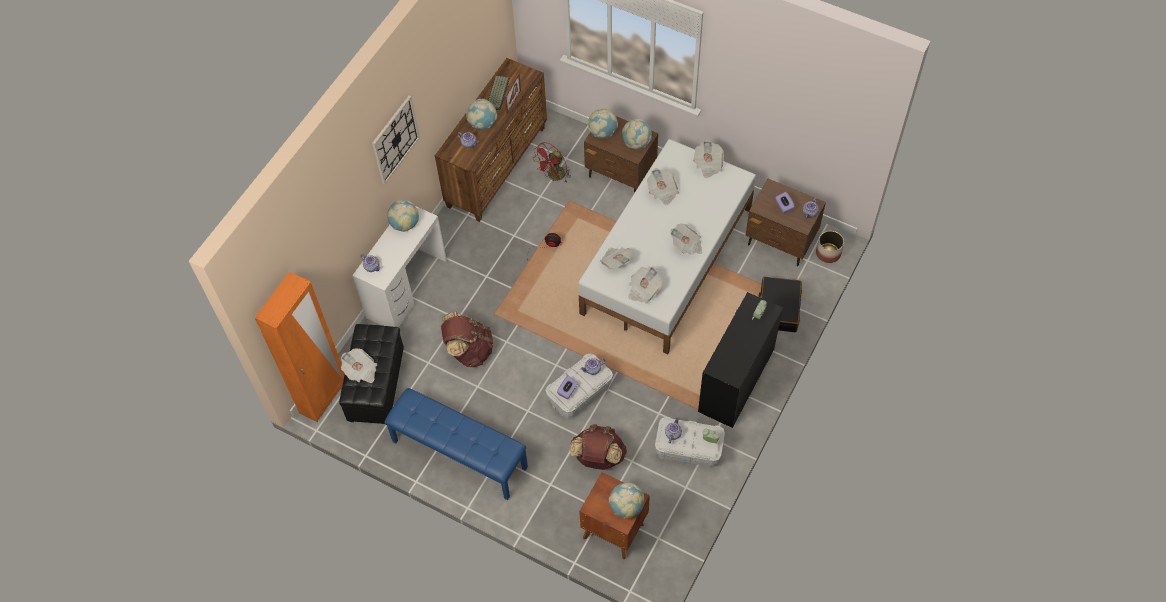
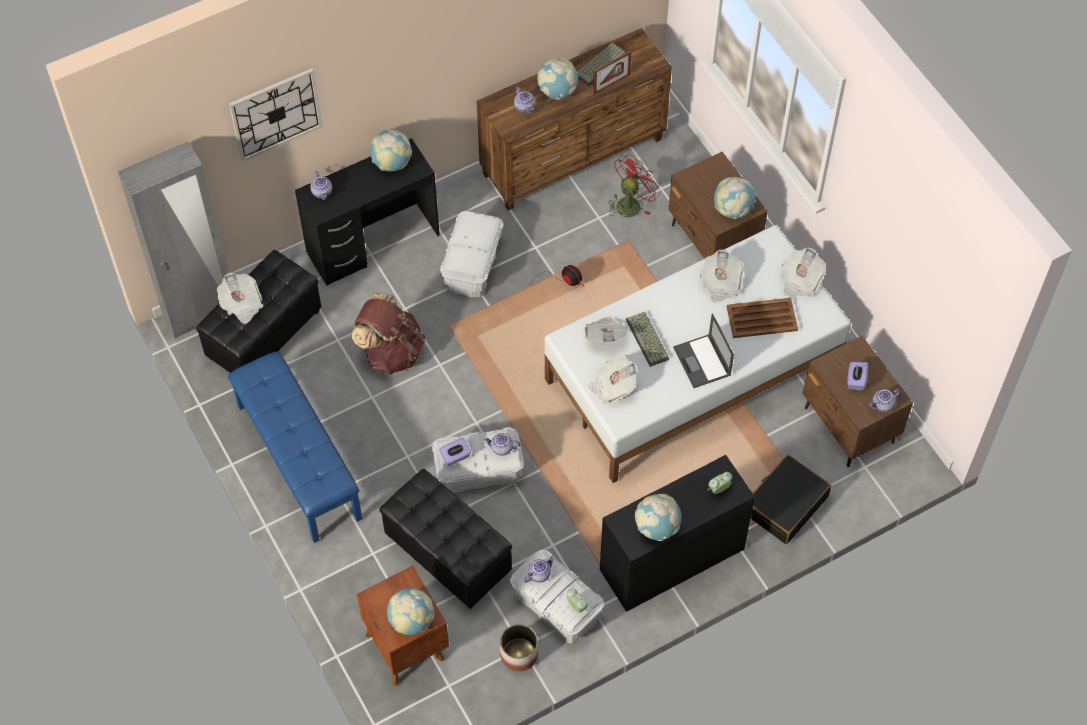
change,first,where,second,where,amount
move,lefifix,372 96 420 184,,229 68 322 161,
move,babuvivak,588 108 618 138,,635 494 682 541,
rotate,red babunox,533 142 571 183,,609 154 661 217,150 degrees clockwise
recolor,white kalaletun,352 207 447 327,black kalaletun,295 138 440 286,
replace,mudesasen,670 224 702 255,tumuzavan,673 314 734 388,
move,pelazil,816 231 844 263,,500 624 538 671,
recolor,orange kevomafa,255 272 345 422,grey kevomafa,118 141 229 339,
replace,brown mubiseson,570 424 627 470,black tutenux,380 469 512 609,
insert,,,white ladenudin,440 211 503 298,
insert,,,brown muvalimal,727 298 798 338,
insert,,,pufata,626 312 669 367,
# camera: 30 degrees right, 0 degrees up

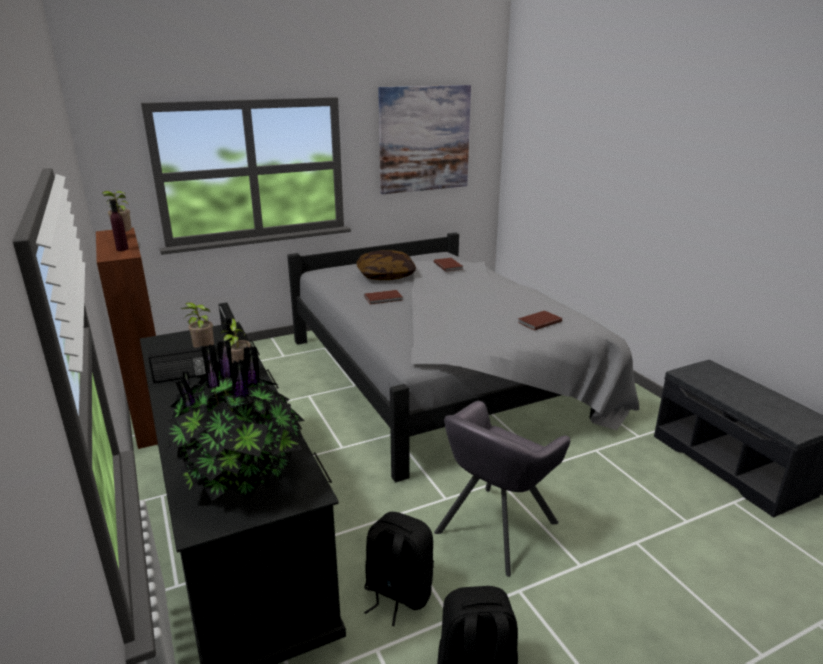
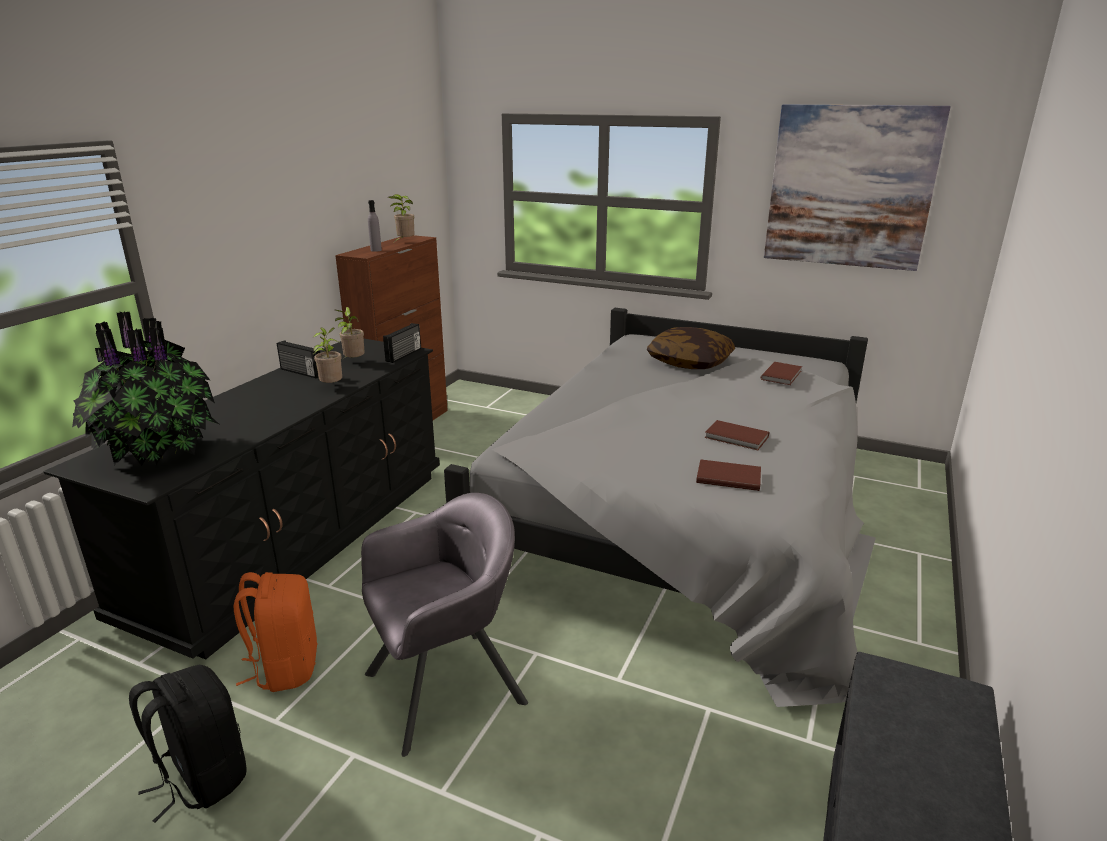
change,first,where,second,where,amount
recolor,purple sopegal,110 199 128 251,grey sopegal,368 200 382 252,
move,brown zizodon,364 290 403 305,,705 420 769 450,
rotate,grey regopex,434 401 571 577,,361 493 528 757,150 degrees clockwise
recolor,black mubiseson,364 512 434 626,orange mubiseson,234 572 317 692,
# camera: 50 degrees right, 0 degrees up

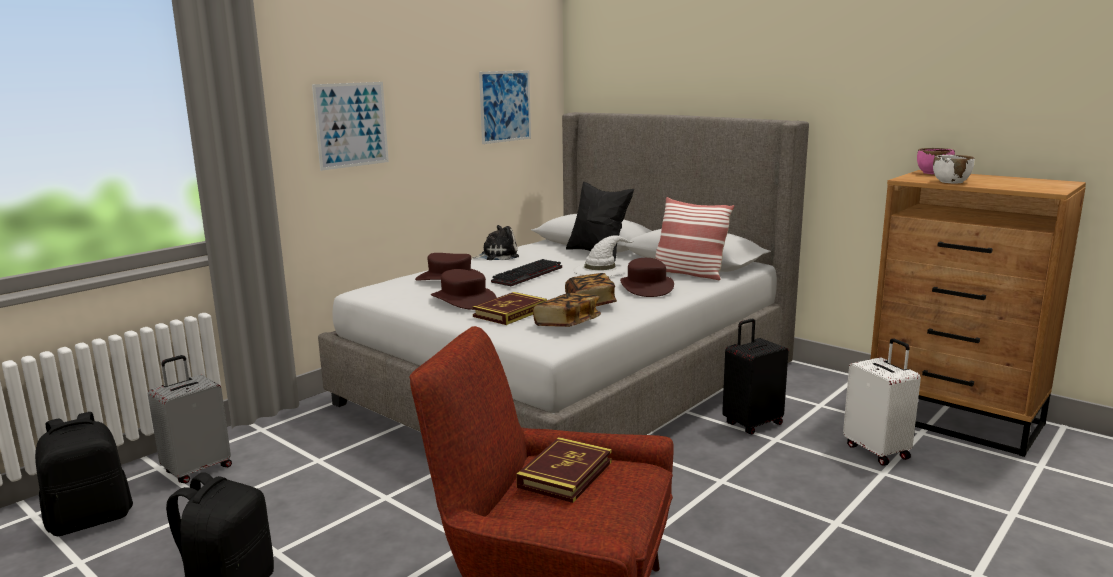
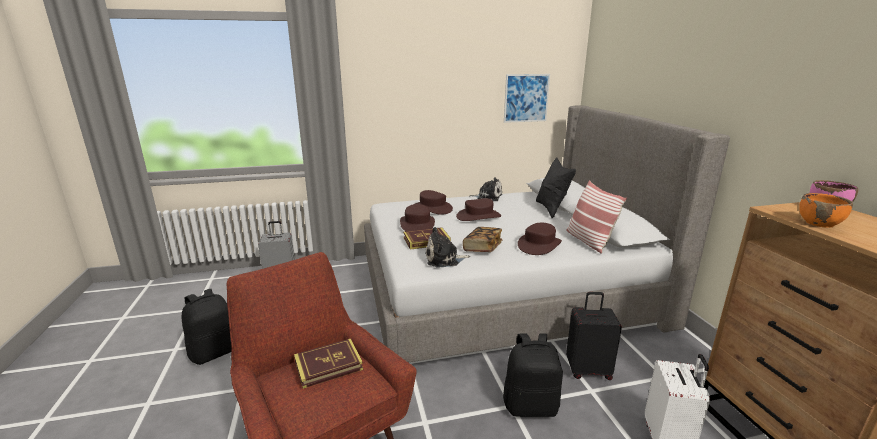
change,first,where,second,where,amount
delete,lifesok,312 82 389 171,,,
recolor,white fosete,933 155 974 183,orange fosete,799 193 853 228,
delete,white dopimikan,573 235 634 276,,,
replace,pufata,491 259 562 286,brown dopimikan,456 198 501 221,
replace,zizodon,533 293 601 327,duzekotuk,425 227 470 267,
move,black mubiseson,35 412 133 536,,503 333 563 417,
# camera: 35 degrees right, 5 degrees up

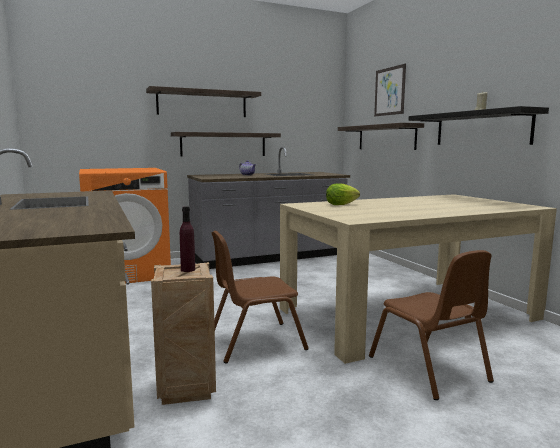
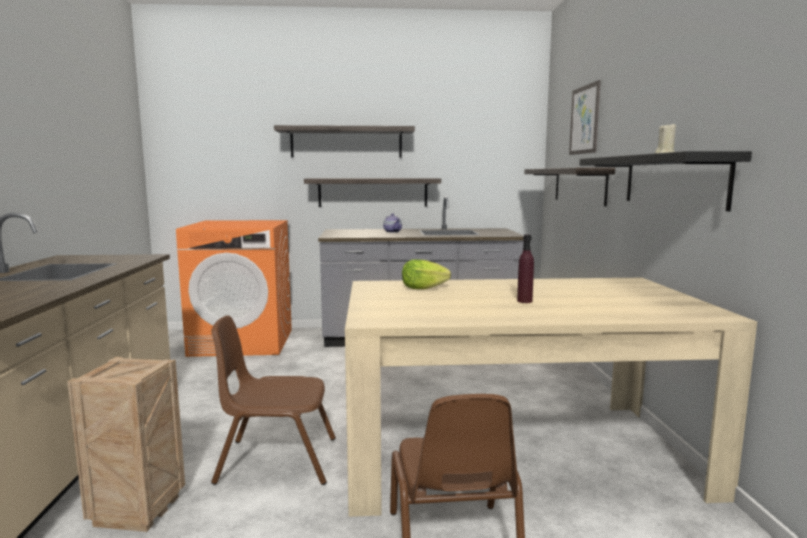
change,first,where,second,where,amount
move,purple sopegal,180 206 195 272,,517 235 534 303,
# camera: 20 degrees right, 0 degrees up

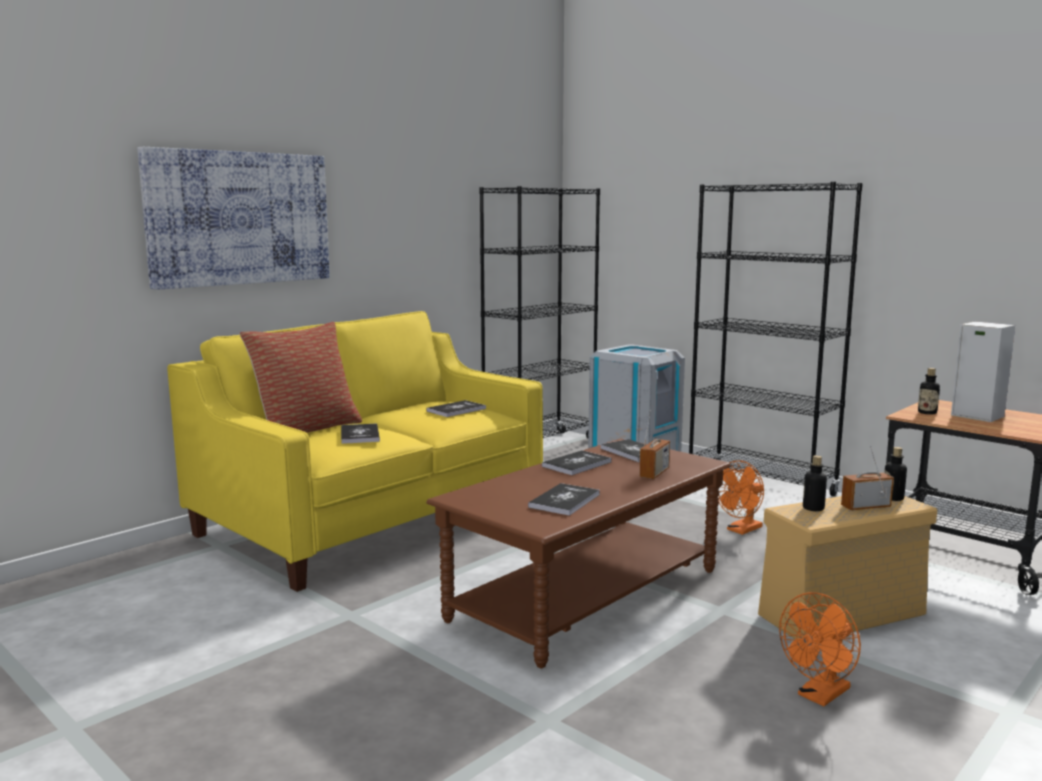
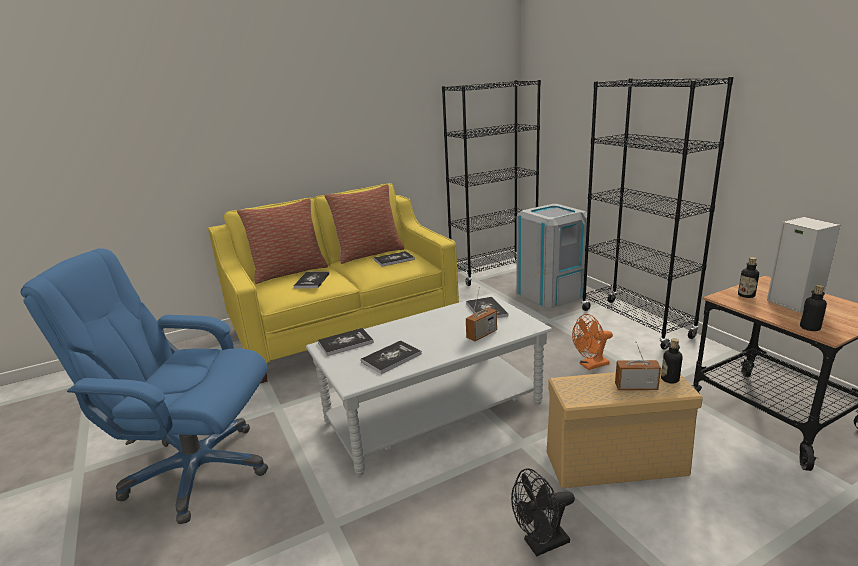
change,first,where,second,where,amount
delete,lifesok,137 147 330 290,,,
recolor,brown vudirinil,426 439 731 668,grey vudirinil,306 294 552 476,
move,zizodon,542 450 612 475,,318 328 374 356,
move,sopegal,803 455 827 511,,800 285 827 331,
recolor,orange babunox,779 592 861 706,black babunox,511 468 575 556,
insert,,,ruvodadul,324 185 404 264,
insert,,,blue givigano,21 248 268 524,
# camera: 20 degrees right, 10 degrees up

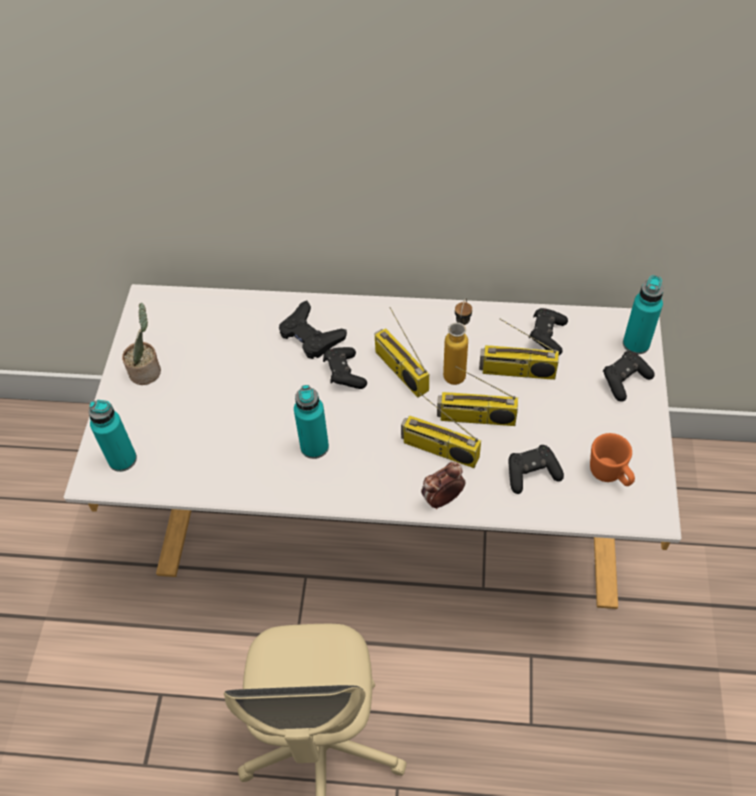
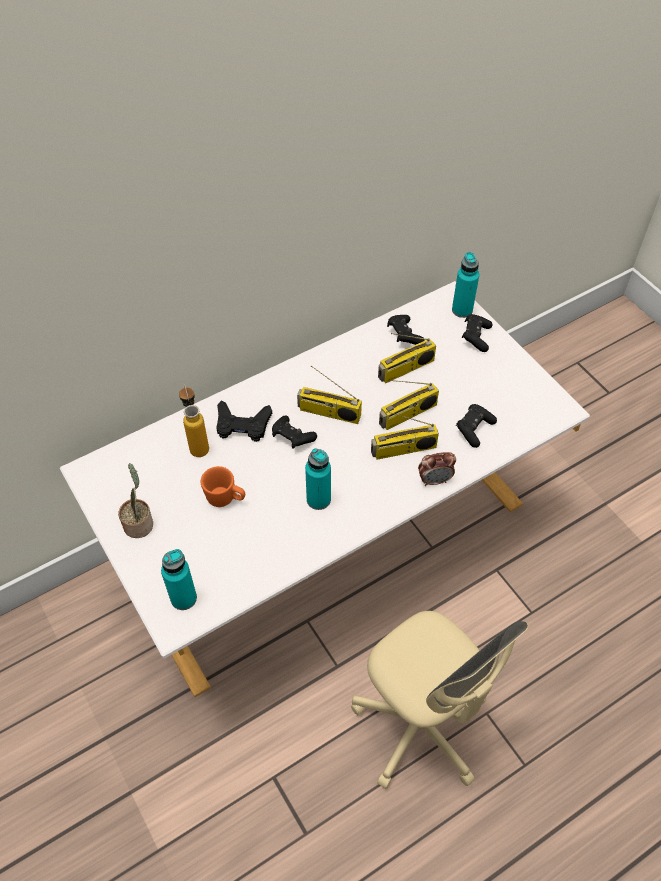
change,first,where,second,where,amount
move,sopegal,443 298 472 385,,179 384 209 457,
move,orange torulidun,590 433 635 486,,201 466 245 507,
rotate,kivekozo,421 462 466 509,,418 452 456 486,120 degrees counterclockwise
# camera: 40 degrees left, 0 degrees up

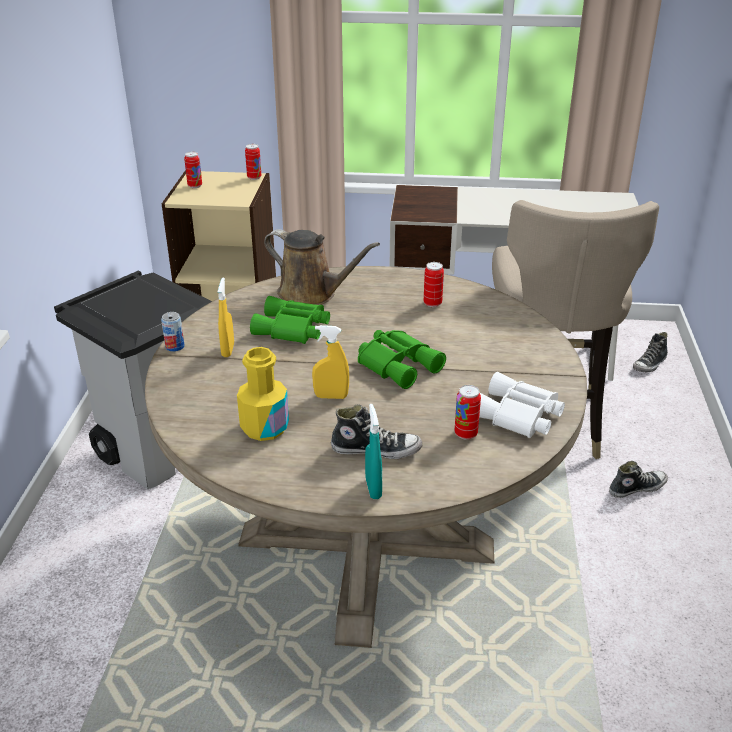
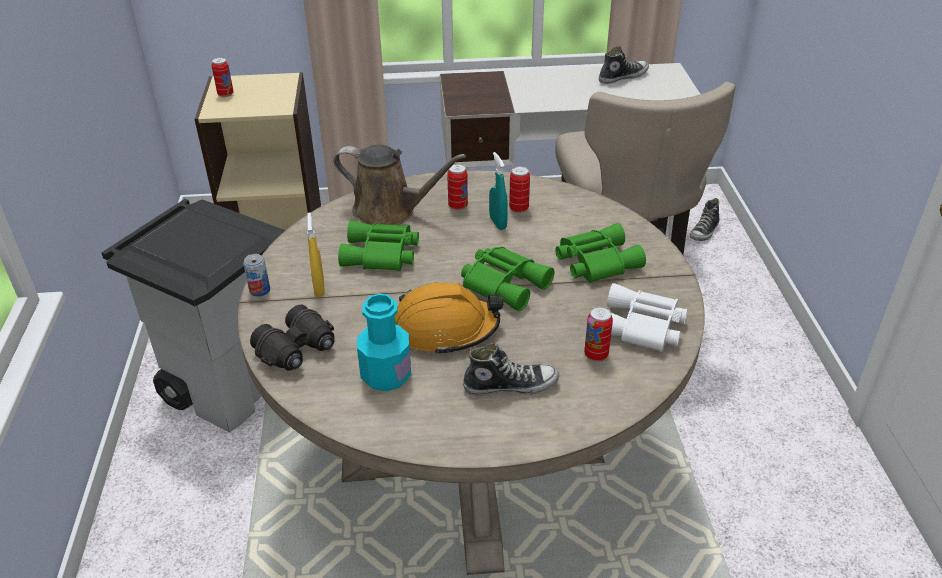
change,first,where,second,where,amount
move,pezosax,245 144 261 180,,447 164 468 211,
replace,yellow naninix,312 325 349 399,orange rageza,395 282 503 356,
recolor,yellow sopegal,237 347 289 441,turquoise sopegal,357 293 411 391,
move,turquoise naninix,365 404 382 499,,489 152 508 230,
move,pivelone,609 461 668 498,,599 46 649 84,
insert,,,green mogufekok,555 223 646 283,
insert,,,black mogufekok,250 305 335 371,
# camera: 10 degrees left, 5 degrees up

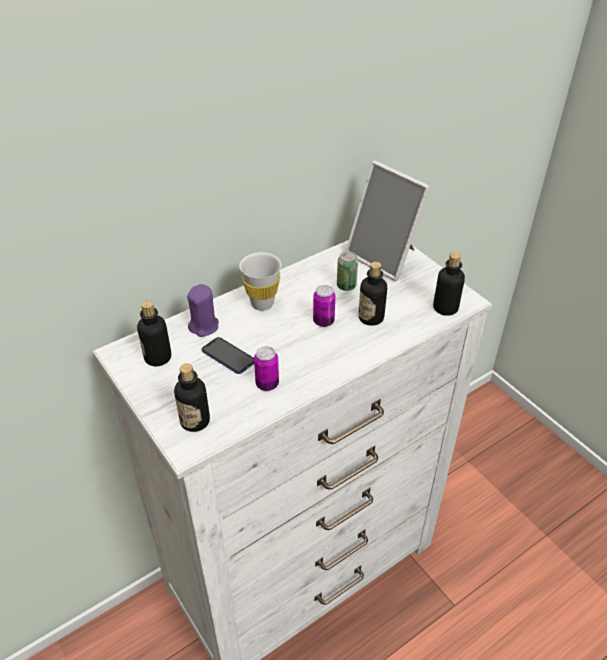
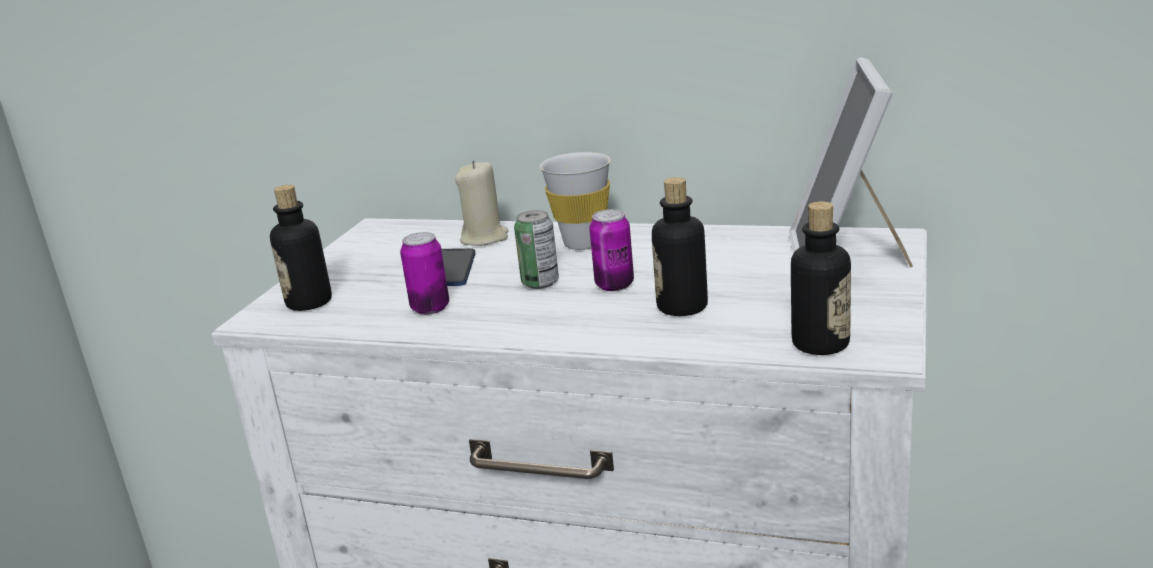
change,first,where,second,where,amount
move,pezosax,337 251 358 291,,514 210 559 289,
recolor,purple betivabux,187 284 219 337,beige betivabux,455 160 508 246,
delete,sopegal,137 301 171 366,,,
# camera: 55 degrees right, 20 degrees down

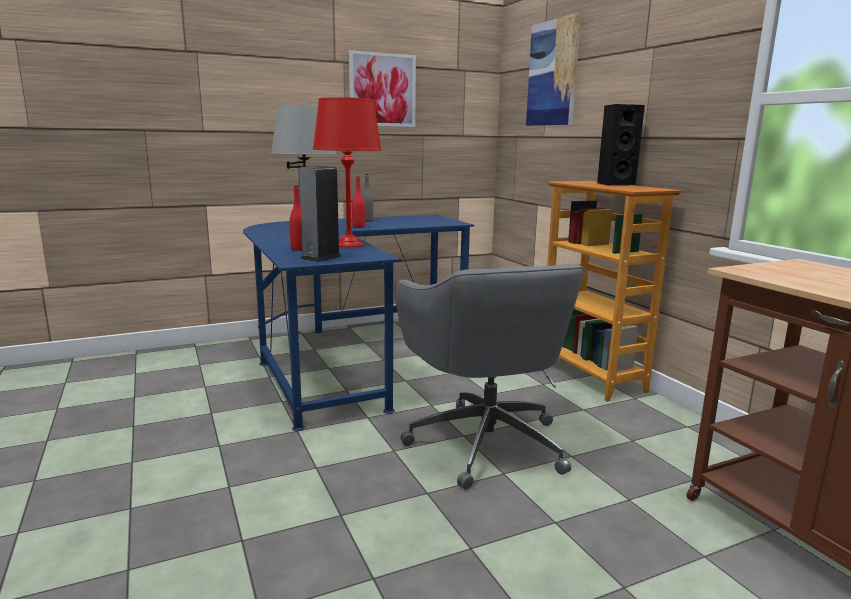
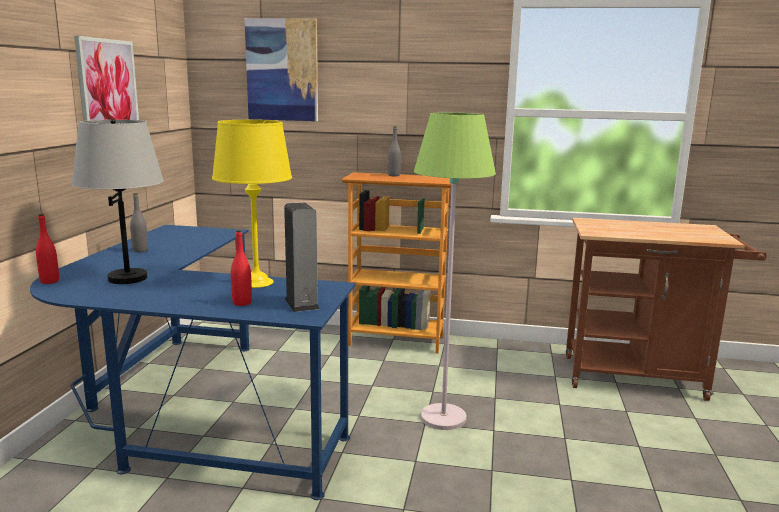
change,first,where,second,where,amount
recolor,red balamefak,313 97 382 247,yellow balamefak,212 120 292 288,
replace,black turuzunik,597 104 645 185,grey sopegal,388 126 401 176,
move,red sopegal,352 177 365 228,,36 214 59 284,
replace,grey givigano,395 264 585 490,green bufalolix,414 112 496 430,
# camera: 55 degrees left, 0 degrees up

